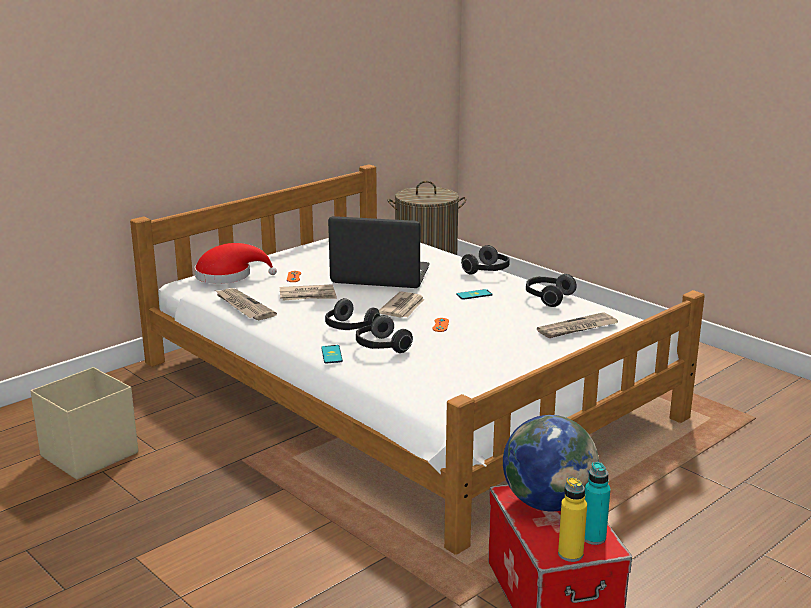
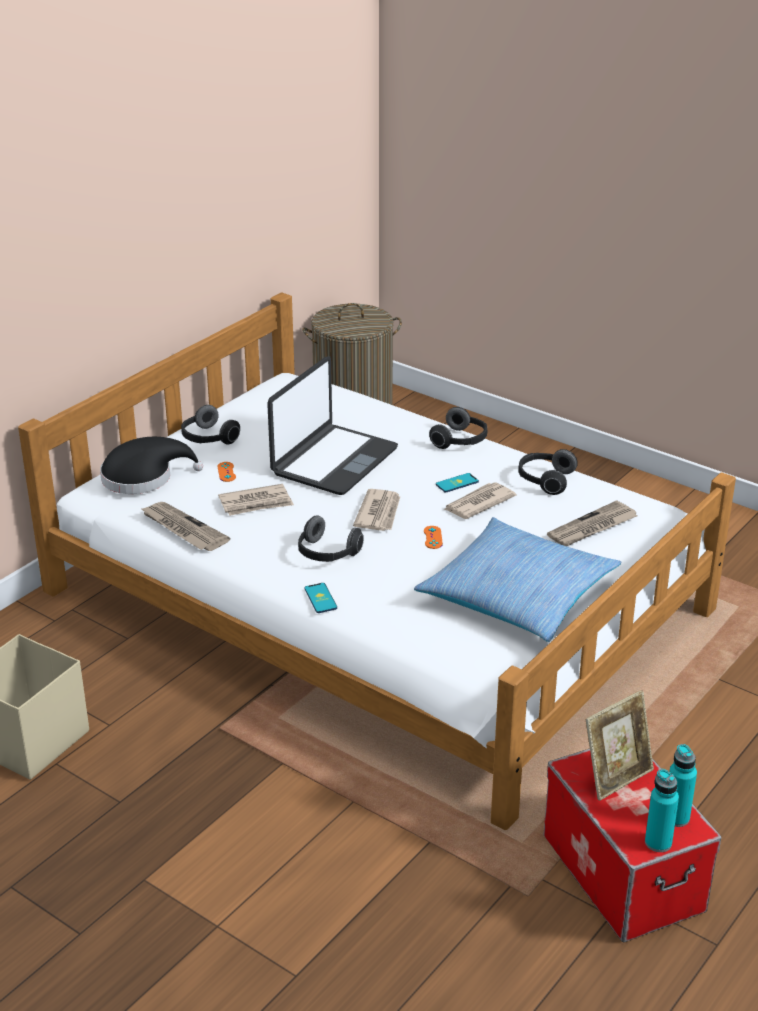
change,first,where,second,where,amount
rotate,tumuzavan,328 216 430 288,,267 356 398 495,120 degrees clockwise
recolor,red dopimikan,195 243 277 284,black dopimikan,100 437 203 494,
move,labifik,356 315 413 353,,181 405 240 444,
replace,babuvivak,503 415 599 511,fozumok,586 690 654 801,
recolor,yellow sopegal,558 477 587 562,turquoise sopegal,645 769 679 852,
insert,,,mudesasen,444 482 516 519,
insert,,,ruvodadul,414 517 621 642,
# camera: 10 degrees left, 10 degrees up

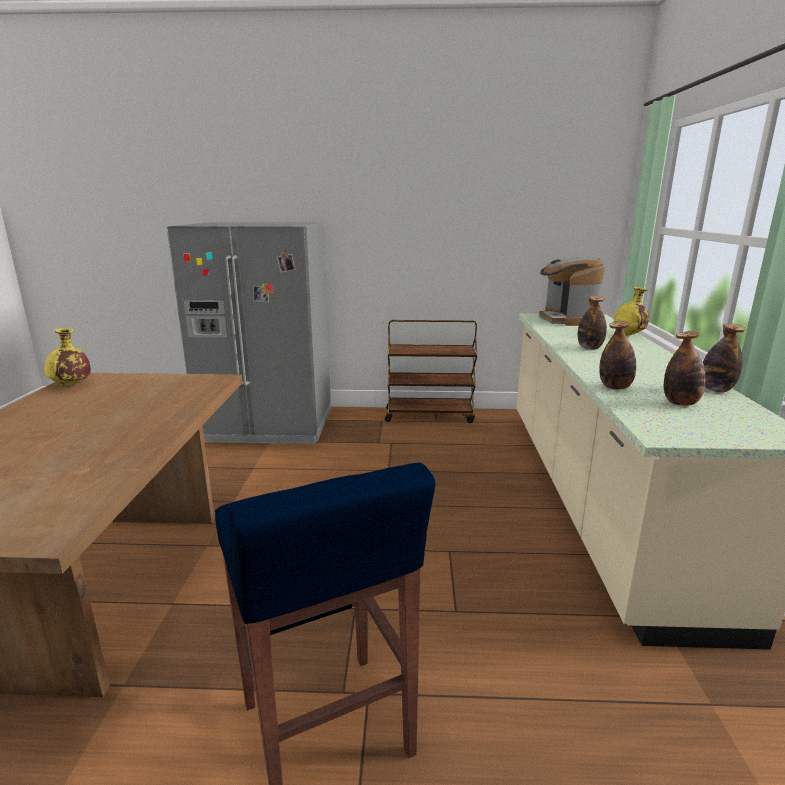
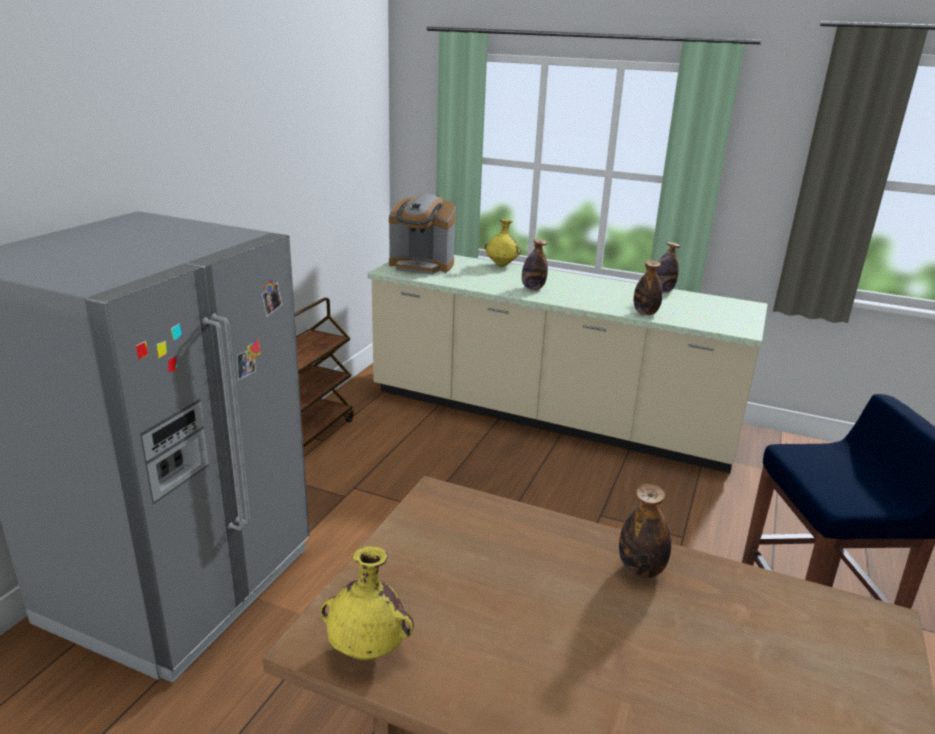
change,first,where,second,where,amount
move,sopegal,664 331 706 406,,619 484 671 578,
# camera: 70 degrees left, 5 degrees up

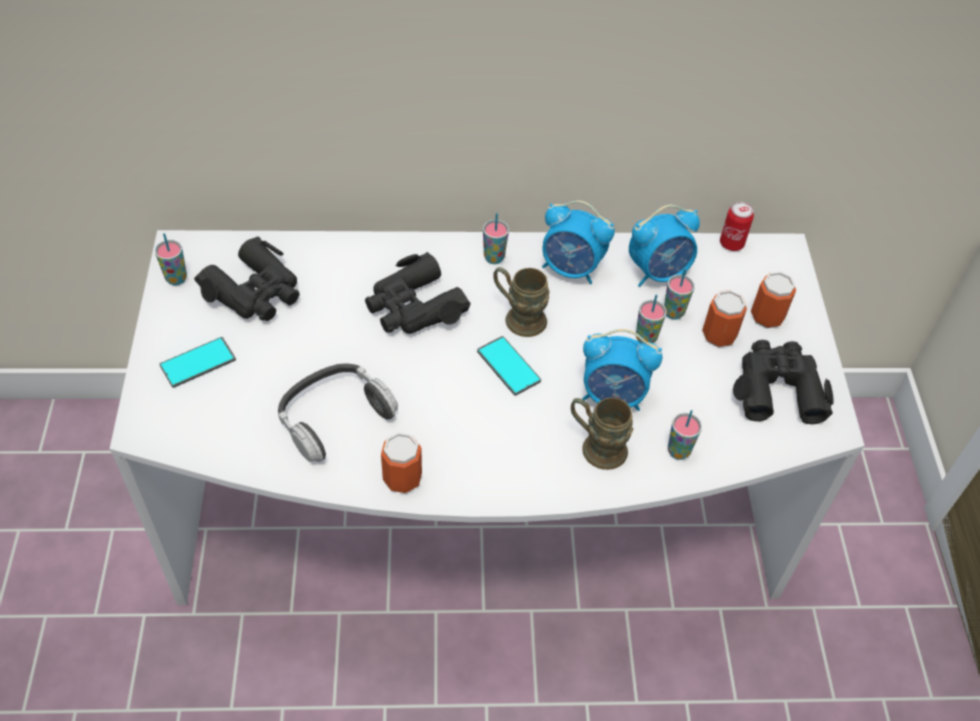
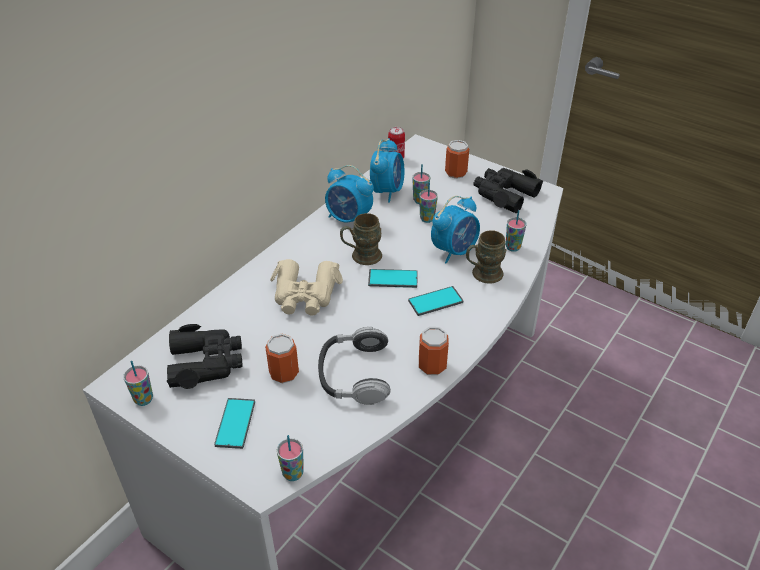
change,first,where,second,where,amount
rotate,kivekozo,542 201 615 284,,325 165 374 222,60 degrees clockwise
move,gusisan,483 213 509 264,,277 435 304 481,
recolor,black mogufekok,365 252 471 334,beige mogufekok,270 259 343 315,
move,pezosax,702 290 747 347,,265 334 299 384,
insert,,,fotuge,408 286 463 316,
# camera: 50 degrees left, 10 degrees down

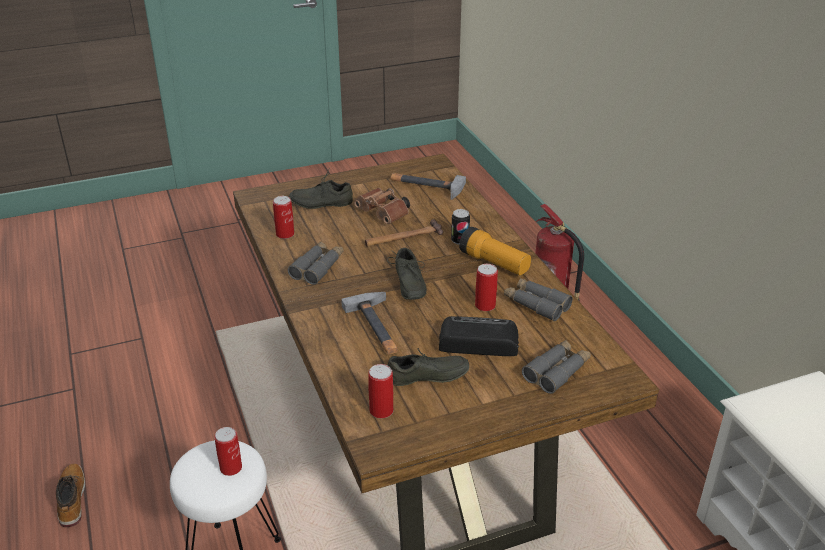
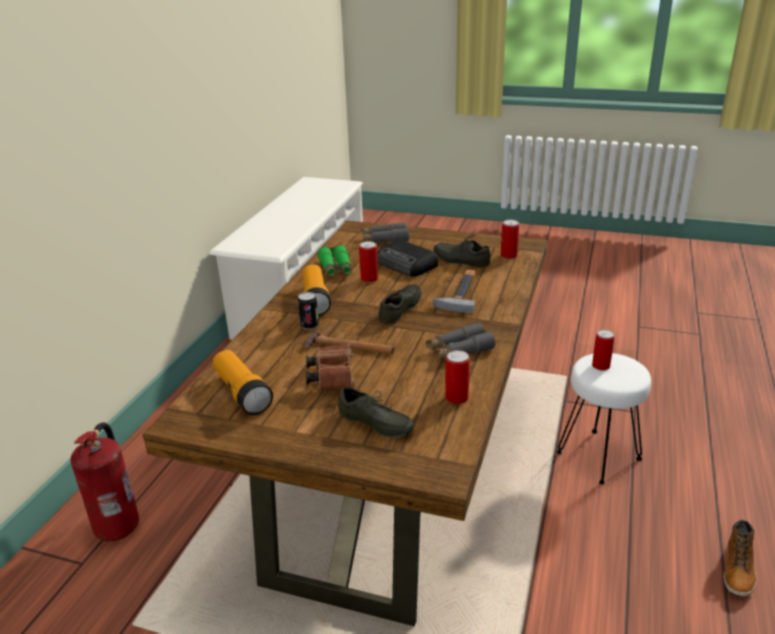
change,first,where,second,where,amount
replace,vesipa,391 173 466 200,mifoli,213 350 273 415,
recolor,grey mogufekok,504 278 573 321,green mogufekok,317 245 352 277,
# camera: 140 degrees left, 5 degrees down

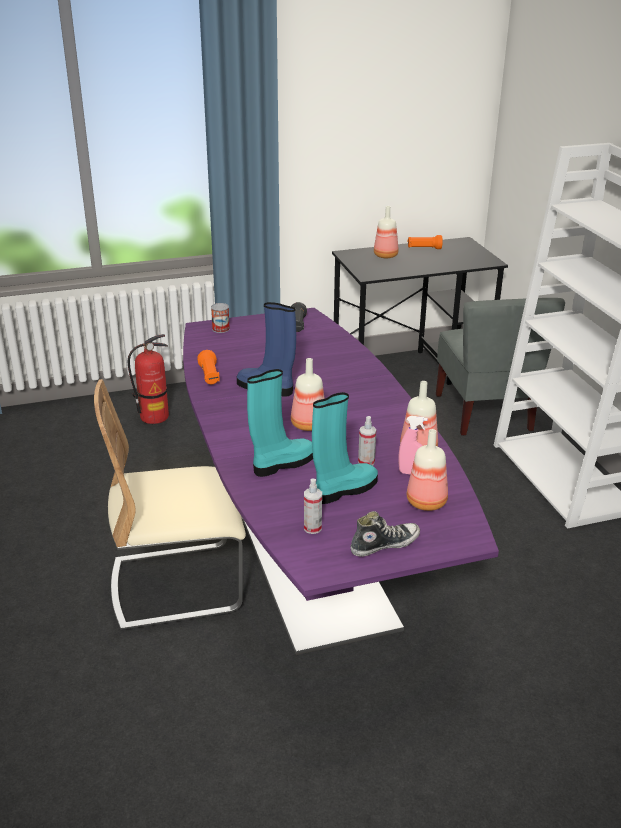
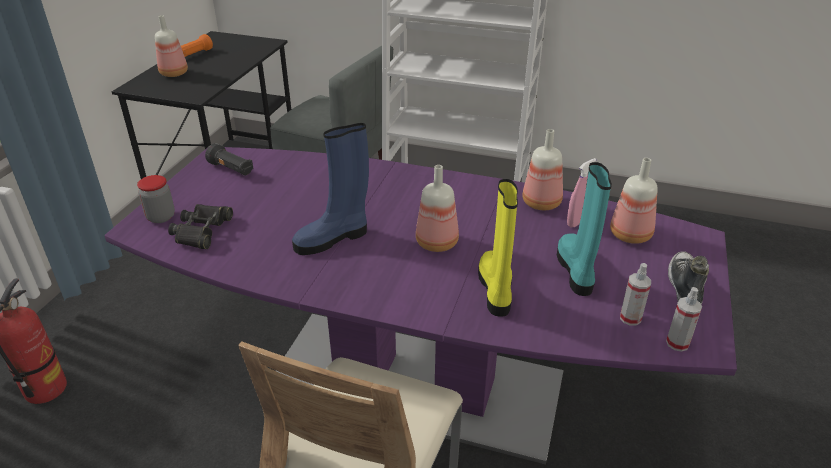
change,first,where,second,where,amount
replace,pezosax,211 303 230 333,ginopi,137 175 175 223,
delete,orange mifoli,197 350 220 384,,,
recolor,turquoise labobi,247 369 313 477,yellow labobi,478 179 518 317,
move,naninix,358 416 376 466,,666 287 702 352,
insert,,,black mogufekok,168 204 233 249,
# camera: 55 degrees left, 5 degrees up

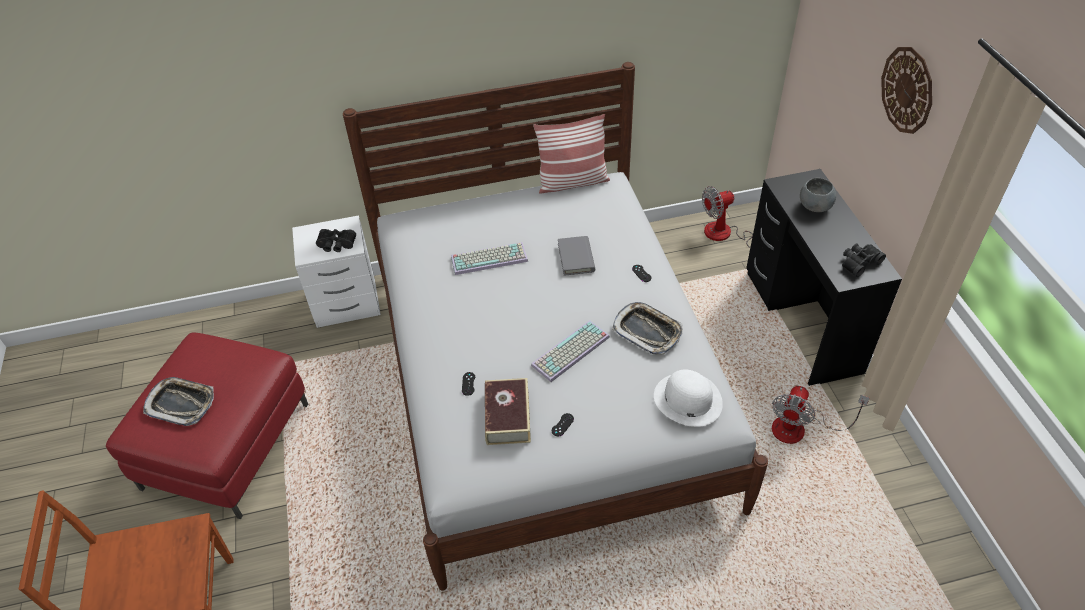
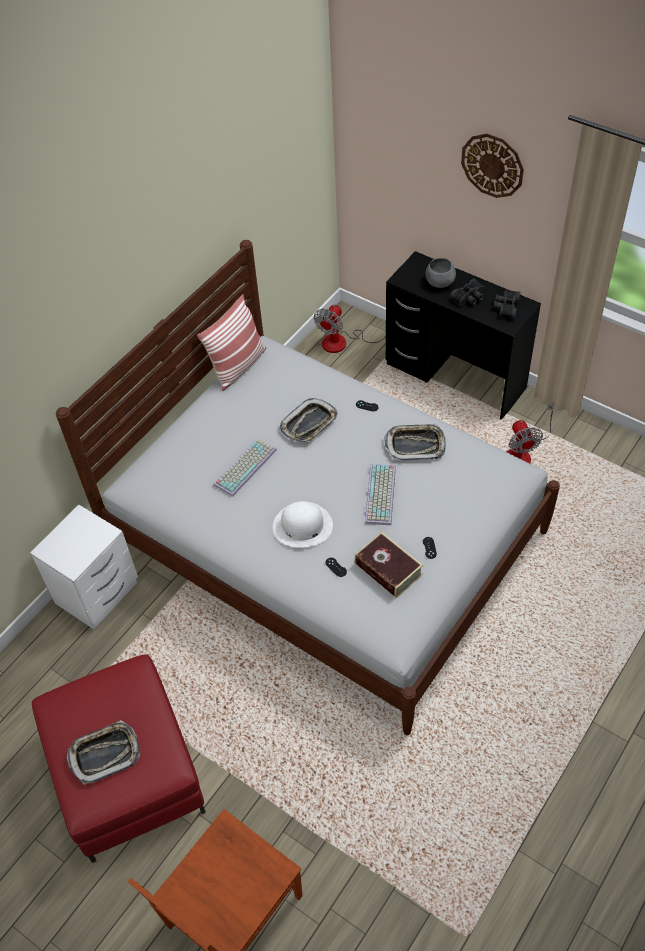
change,first,where,second,where,amount
move,black mogufekok,316 229 356 252,,450 279 486 306,
replace,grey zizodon,558 236 595 276,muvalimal,280 398 338 442,
move,white dopimikan,654 369 723 427,,273 501 333 547,
# camera: 40 degrees left, 5 degrees up

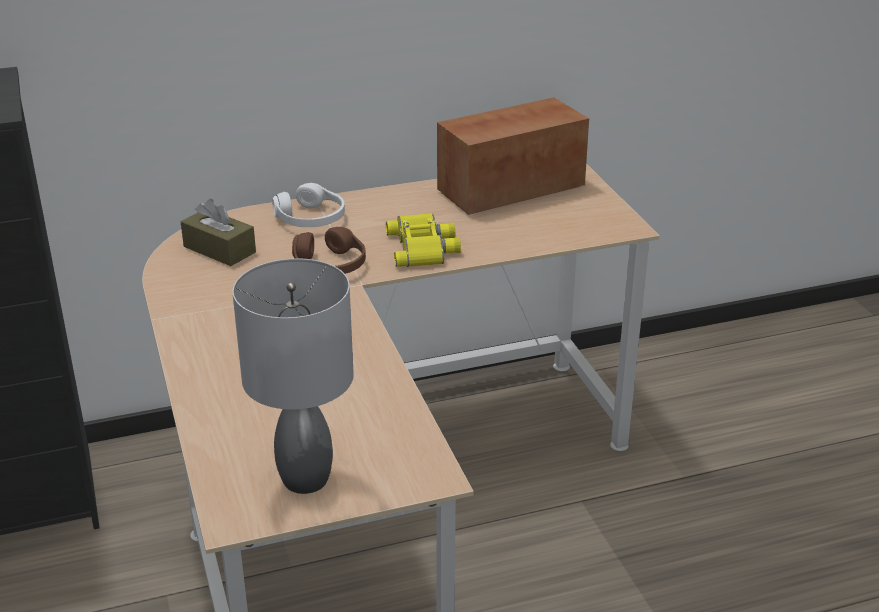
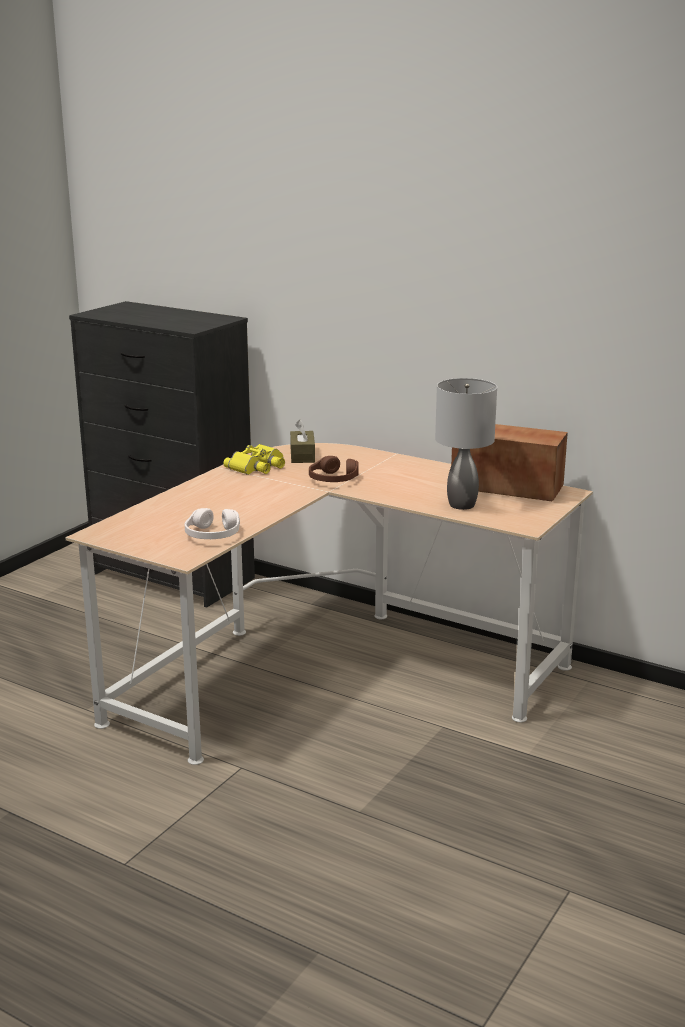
change,first,where,second,where,amount
move,white labifik,272 183 345 227,,185 508 240 539,
move,yellow mogufekok,386 213 461 267,,223 444 285 475,
move,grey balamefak,232 258 354 494,,435 378 497 510,
# camera: 50 degrees right, 10 degrees down

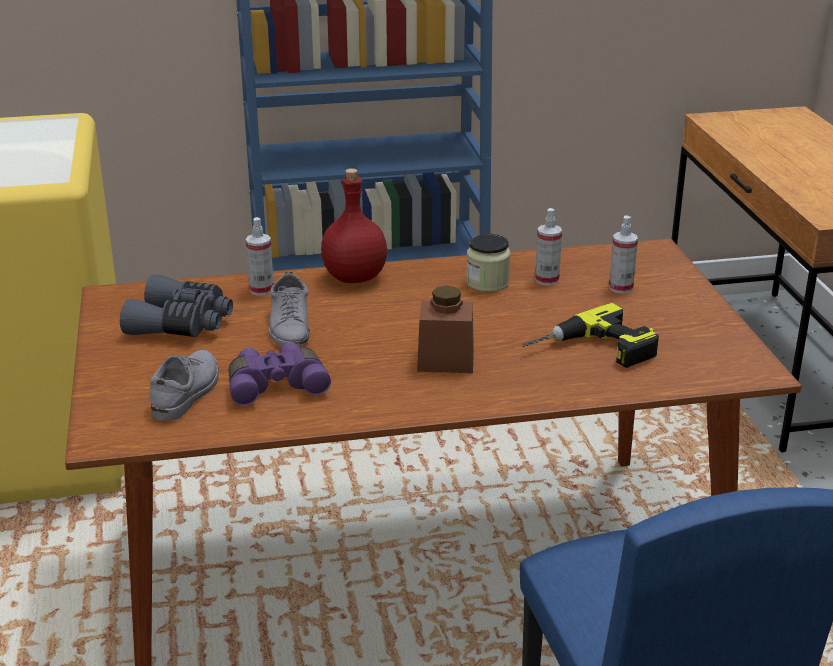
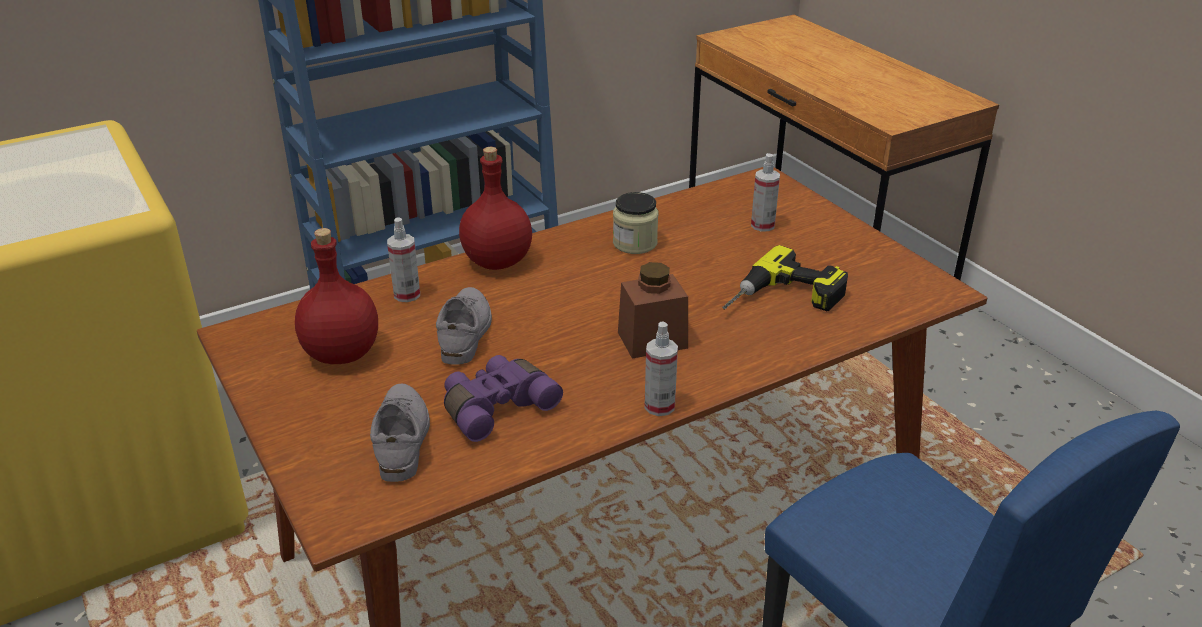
change,first,where,second,where,amount
move,naninix,535 208 562 286,,644 322 678 416,
rotate,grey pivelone,269 271 310 347,,436 287 492 365,150 degrees counterclockwise
replace,grey mogufekok,120 275 233 337,red sopegal,295 228 378 364,
# camera: 20 degrees left, 5 degrees up

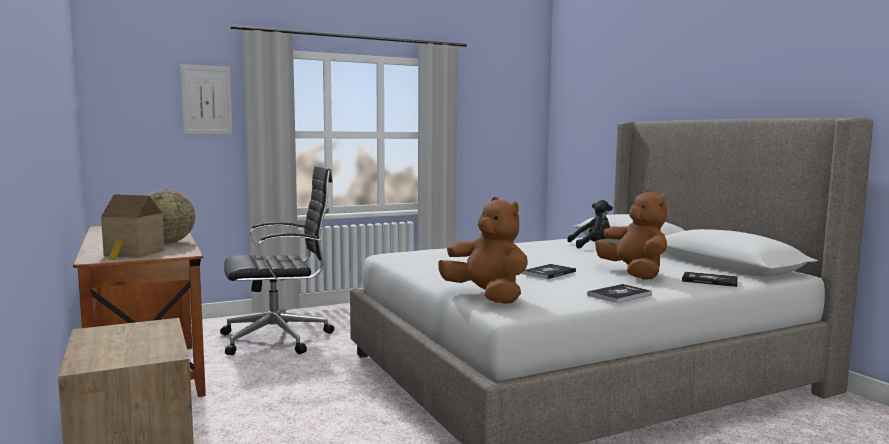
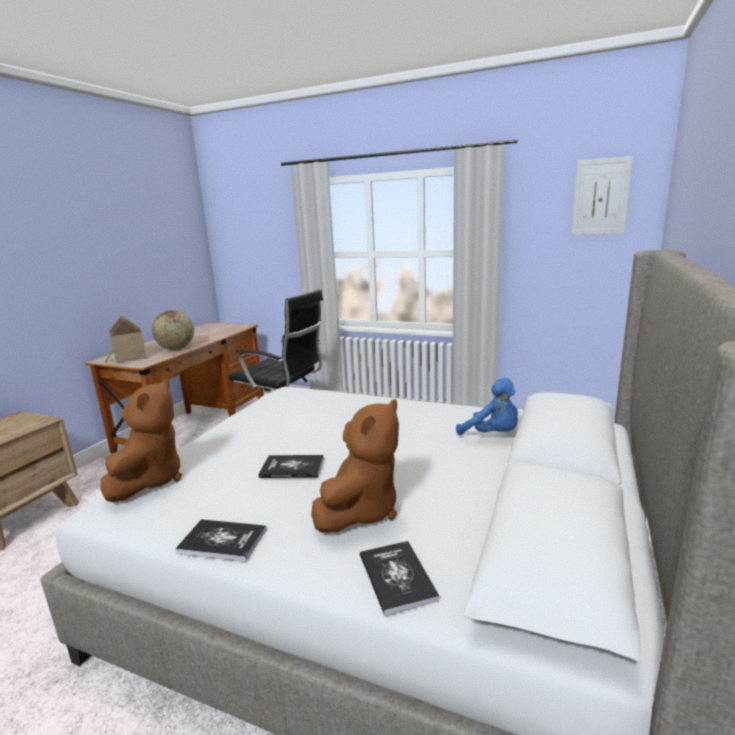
change,first,where,second,where,amount
move,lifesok,181 64 233 135,,572 156 633 235,
recolor,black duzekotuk,567 200 613 249,blue duzekotuk,456 378 518 435,
# camera: 50 degrees right, 10 degrees up

